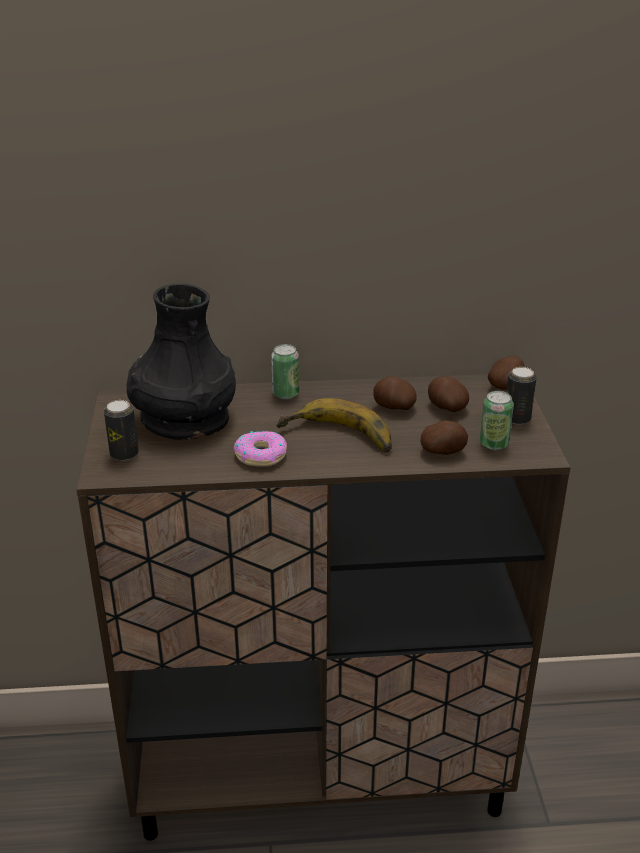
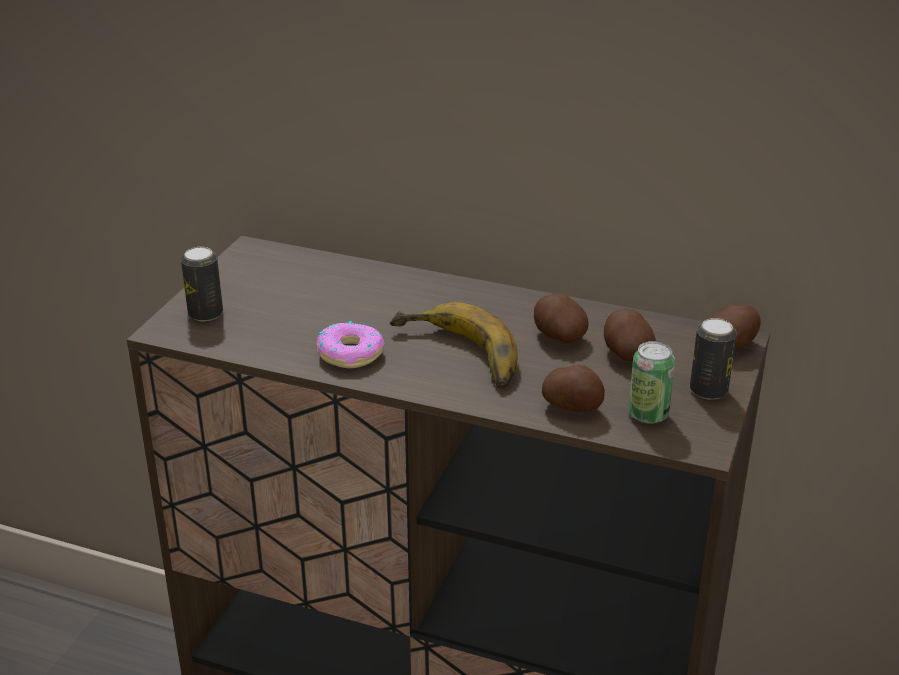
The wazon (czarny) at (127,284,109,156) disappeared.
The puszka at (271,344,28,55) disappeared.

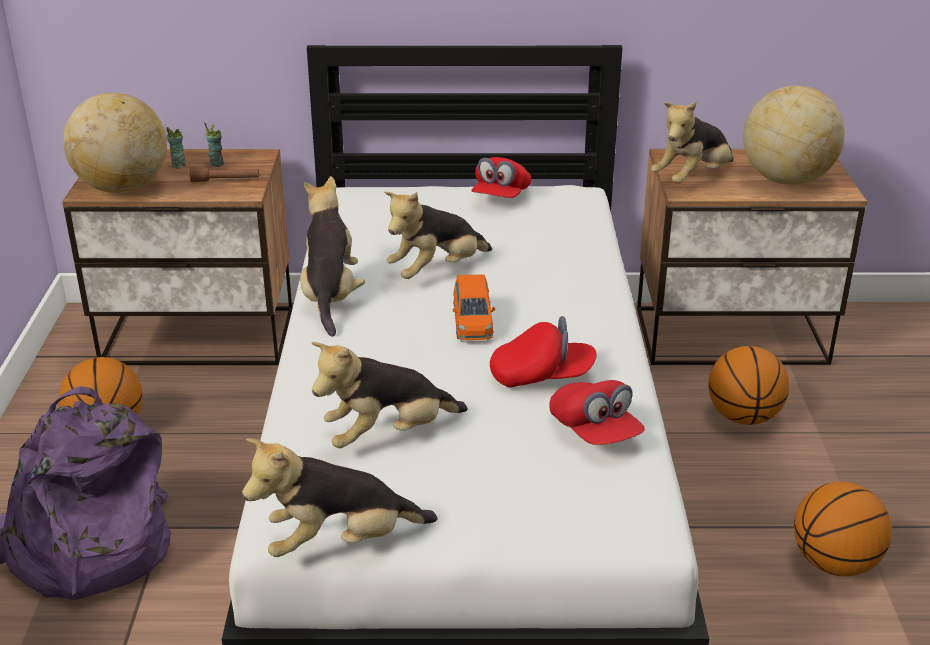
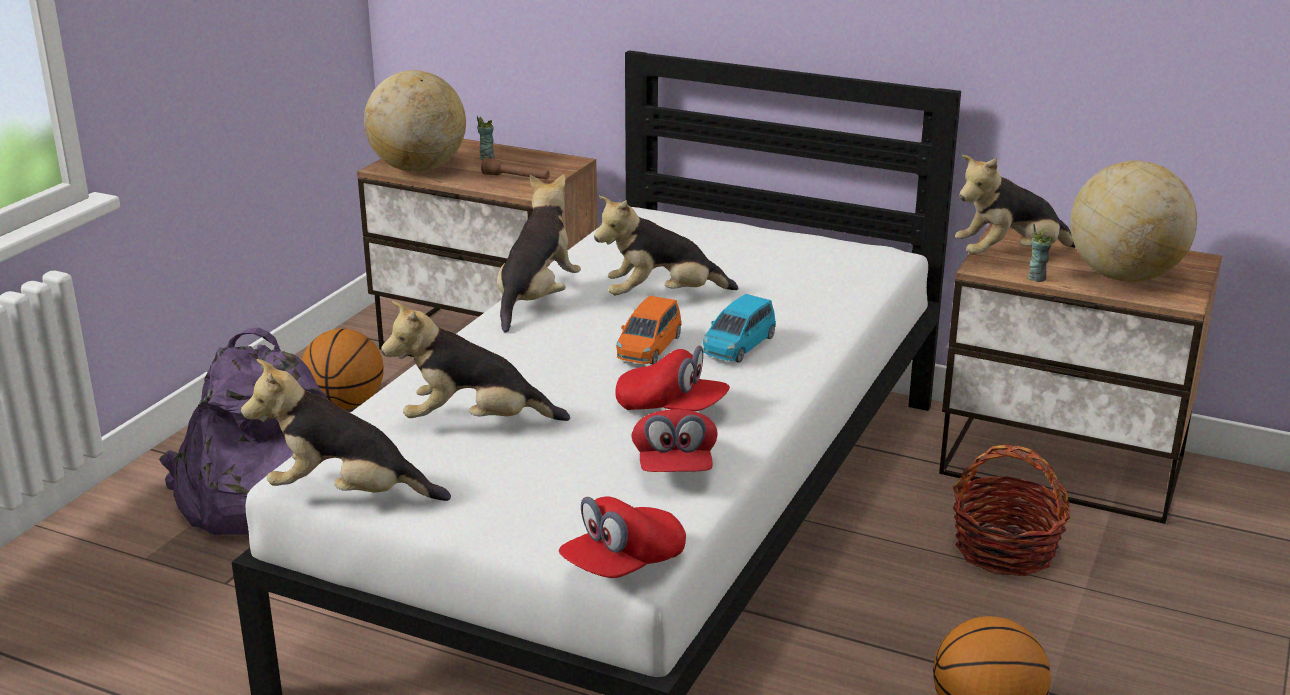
The czapka z daszkiem (czerwony) moved from (471,157,60,41) to (559,496,127,82).
The samochodzik (niebieski) at (703,294,73,69) appeared.
The piłka do koszykówki at (708,346,81,79) was replaced by the koszyk at (953,445,117,131).
The filiżanka moved from (204,122,20,45) to (1027,224,25,58).

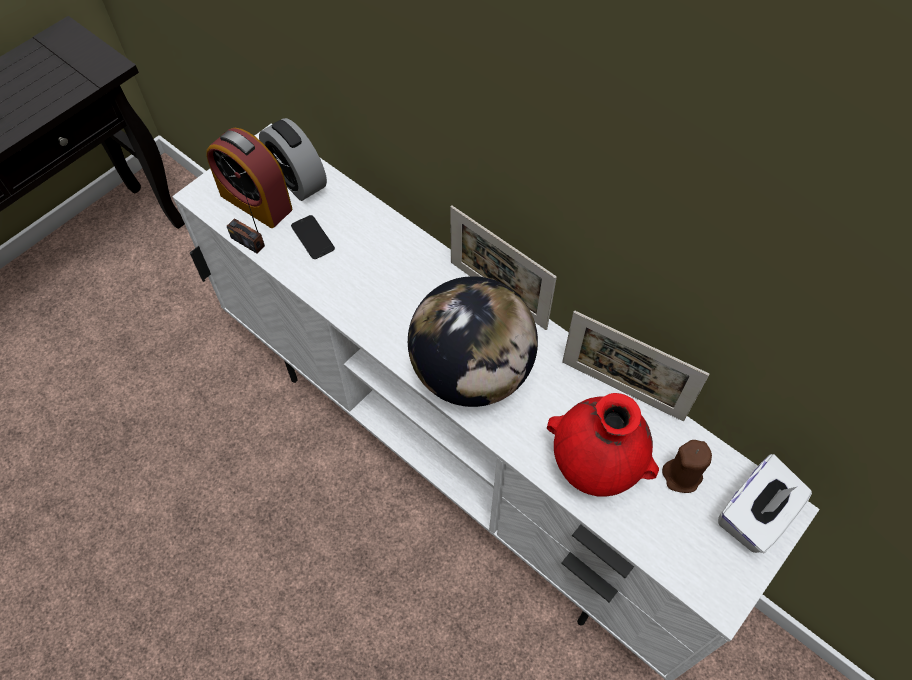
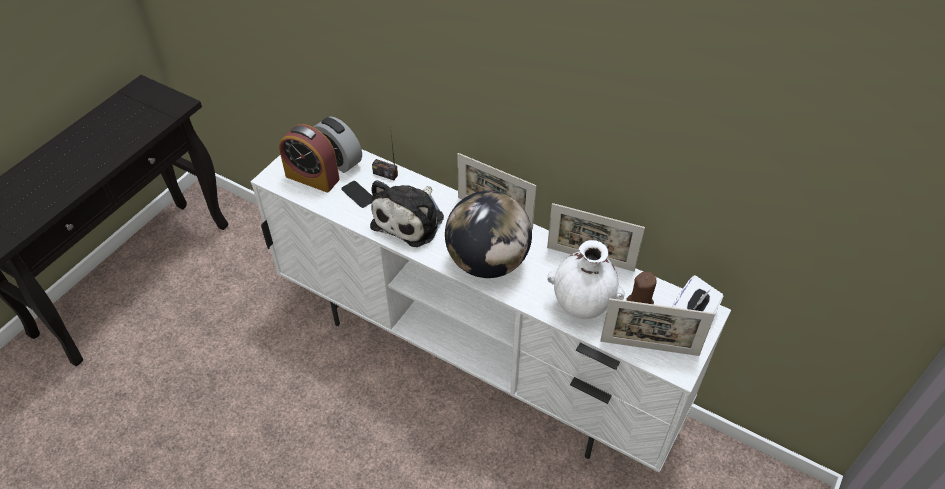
The pluszak at (370,180,74,67) appeared.
The radio moved from (227,182,38,71) to (372,126,26,54).
The wazon (czerwony) at (547,393,112,104) became the wazon (biały) at (547,240,78,79).
The ramka na zdjęcie at (600,298,115,58) appeared.

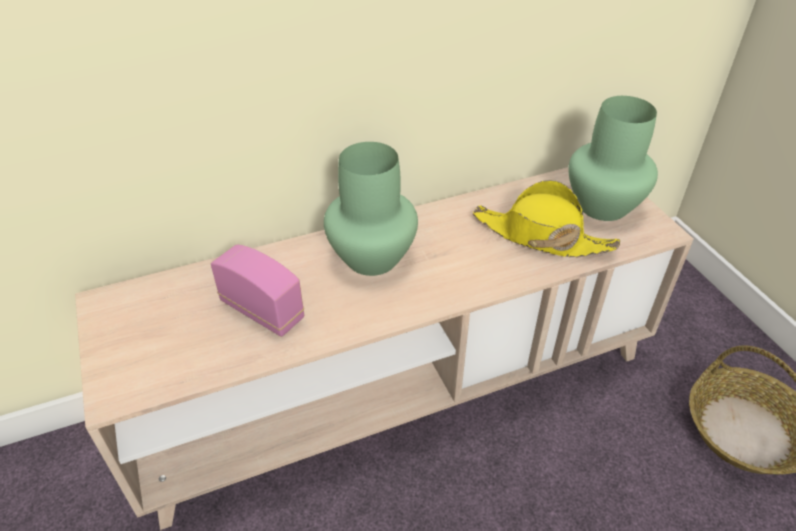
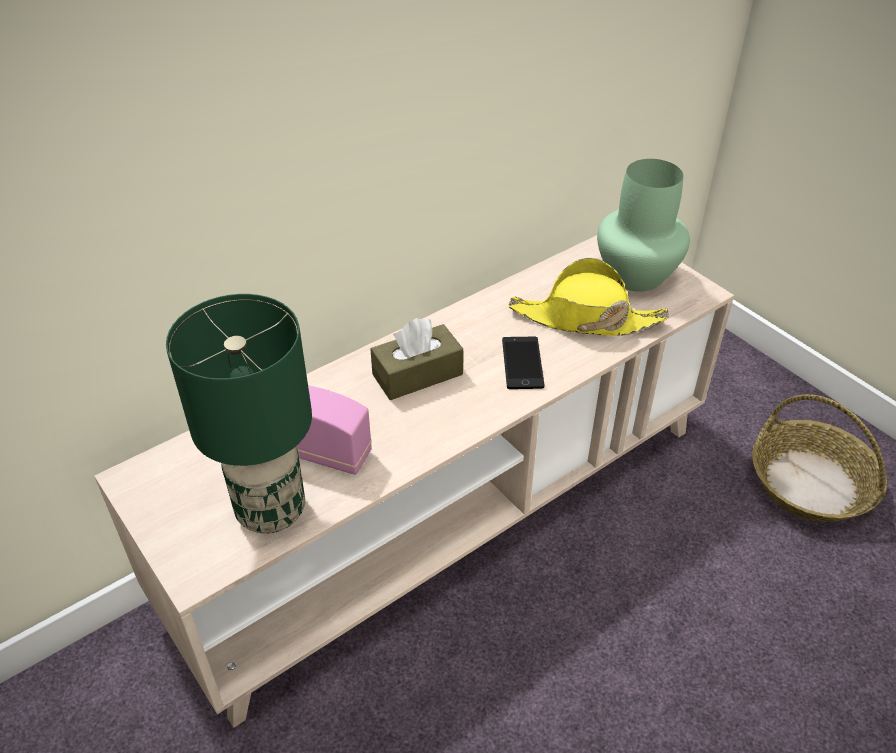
The lampa stołowa (zielony) at (166,294,146,240) appeared.
The wazon (zielony) at (324,142,94,134) was replaced by the pudełko chusteczek (brązowy) at (370,318,93,82).
The telefon at (502,337,42,52) appeared.

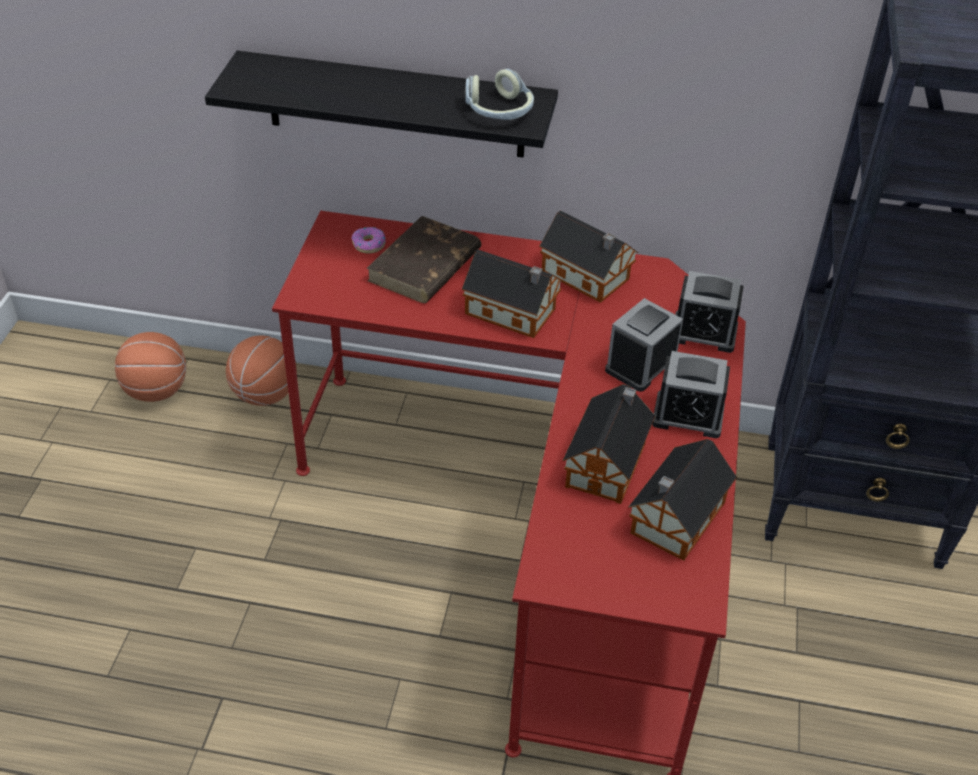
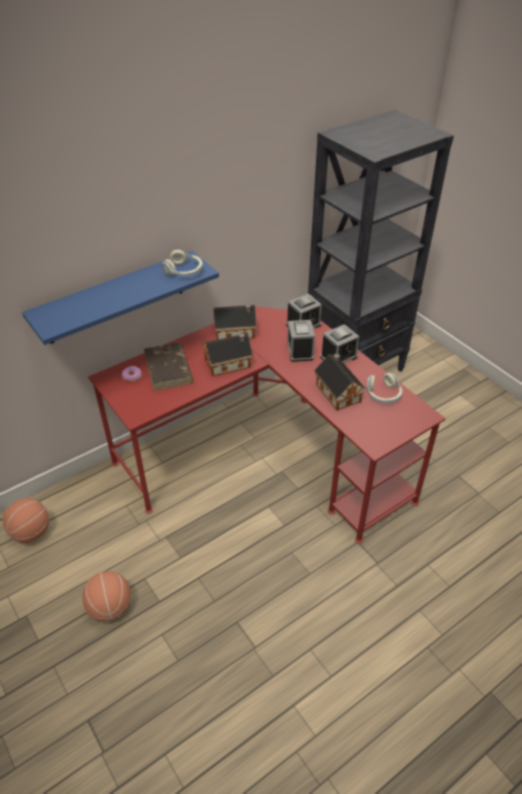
The półka (czarny) at (205,51,353,106) became the półka (niebieski) at (22,251,197,94).
The piłka do koszykówki moved from (226,335,71,71) to (82,571,49,51).
The domek at (628,439,109,122) was replaced by the słuchawki at (366,372,37,31).

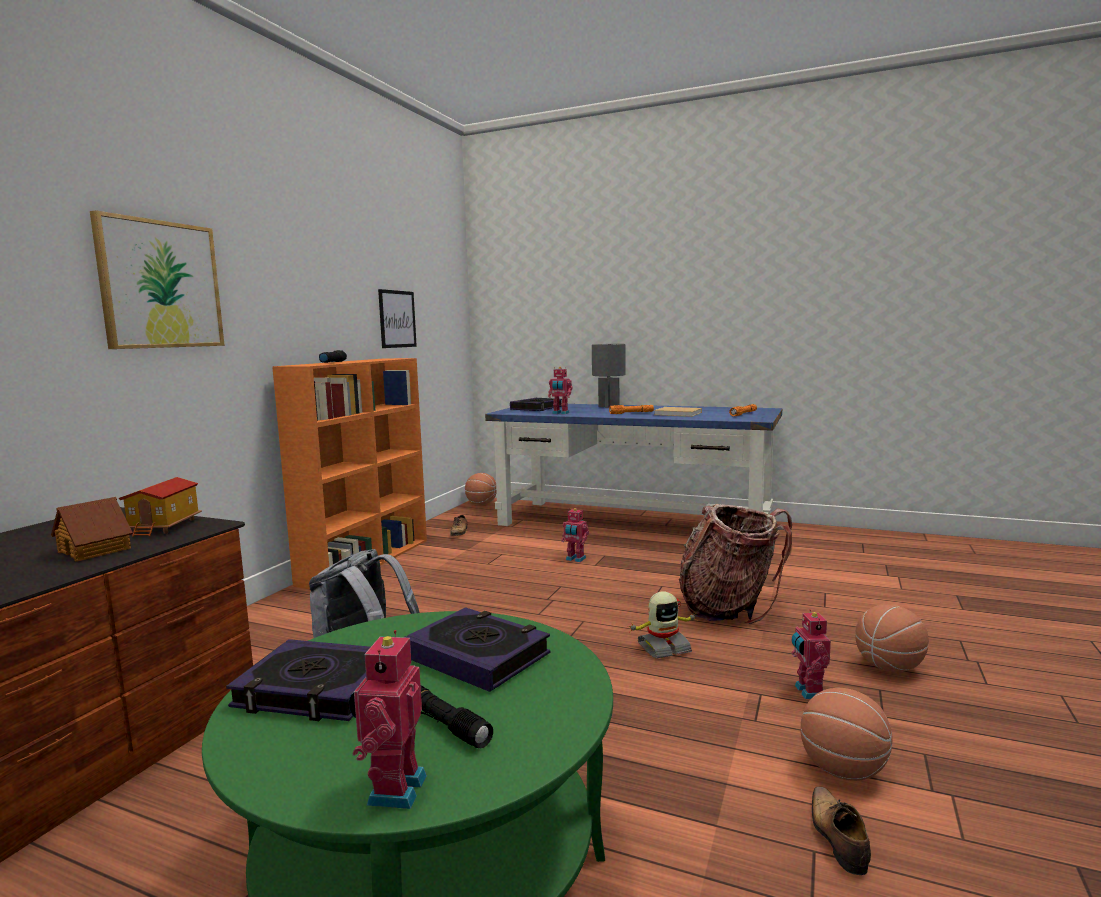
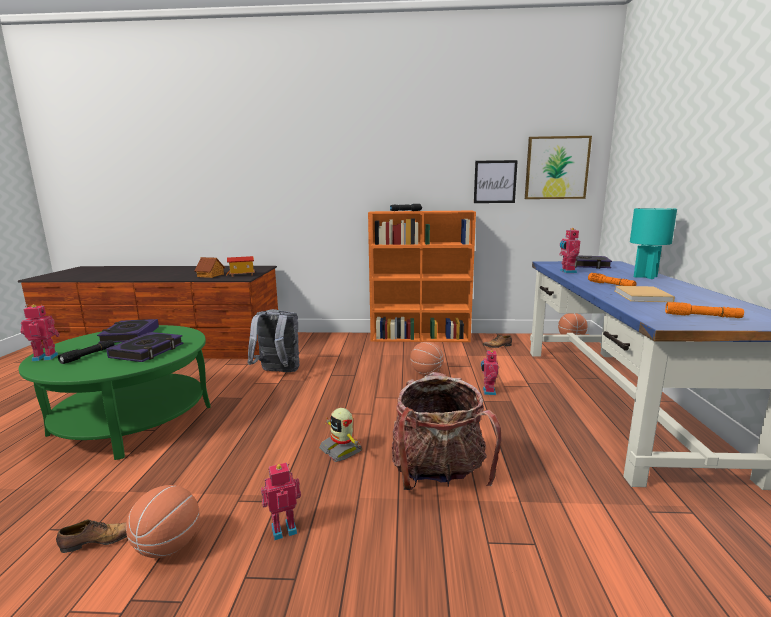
The piłka do koszykówki moved from (855,604,74,68) to (410,342,34,33).
The obraz moved from (90,210,135,139) to (525,136,67,63).
The lampa stołowa (szary) at (592,344,33,64) became the lampa stołowa (turkusowy) at (630,208,47,71).

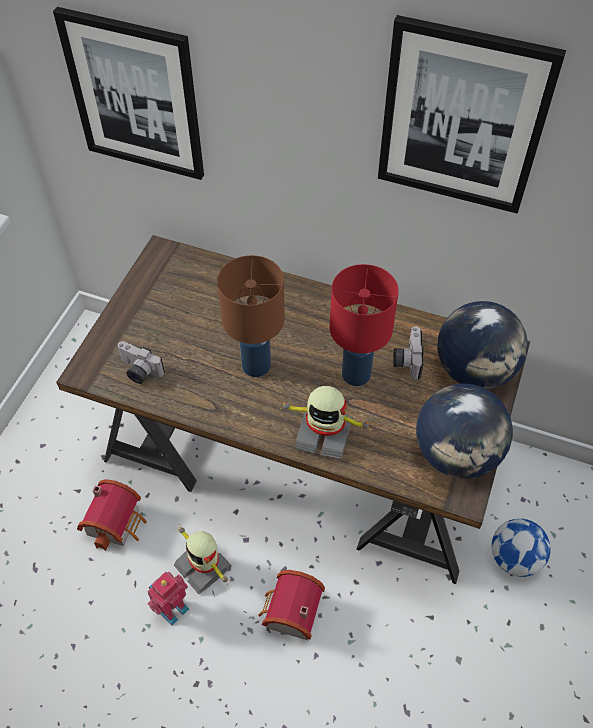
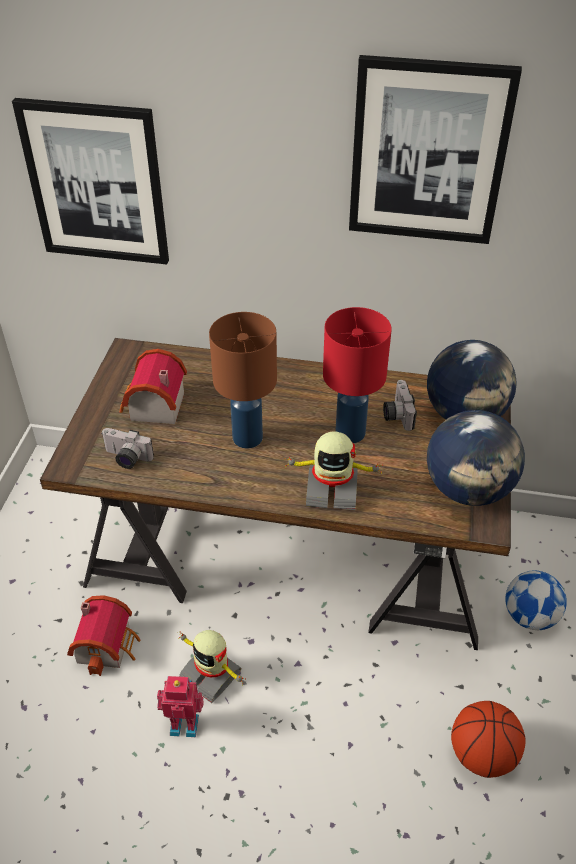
The domek moved from (258,570,67,70) to (120,349,67,75).
The robot zabawkowy at (147,572,42,54) turned 60 degrees clockwise.
The piłka do koszykówki at (451,701,75,77) appeared.

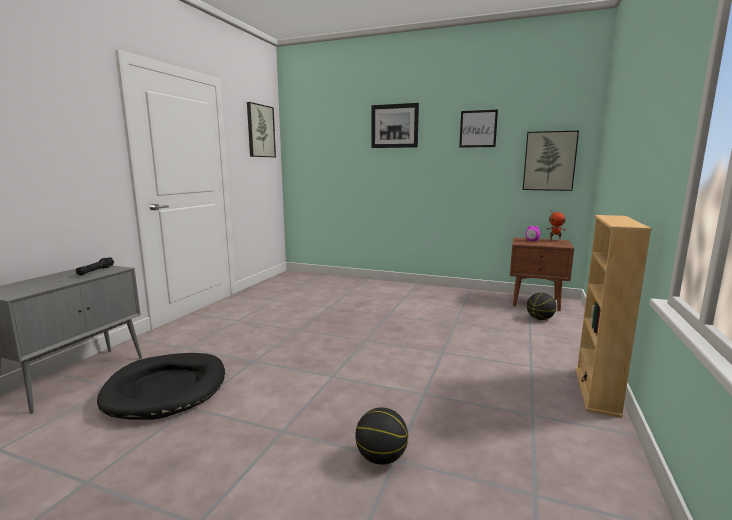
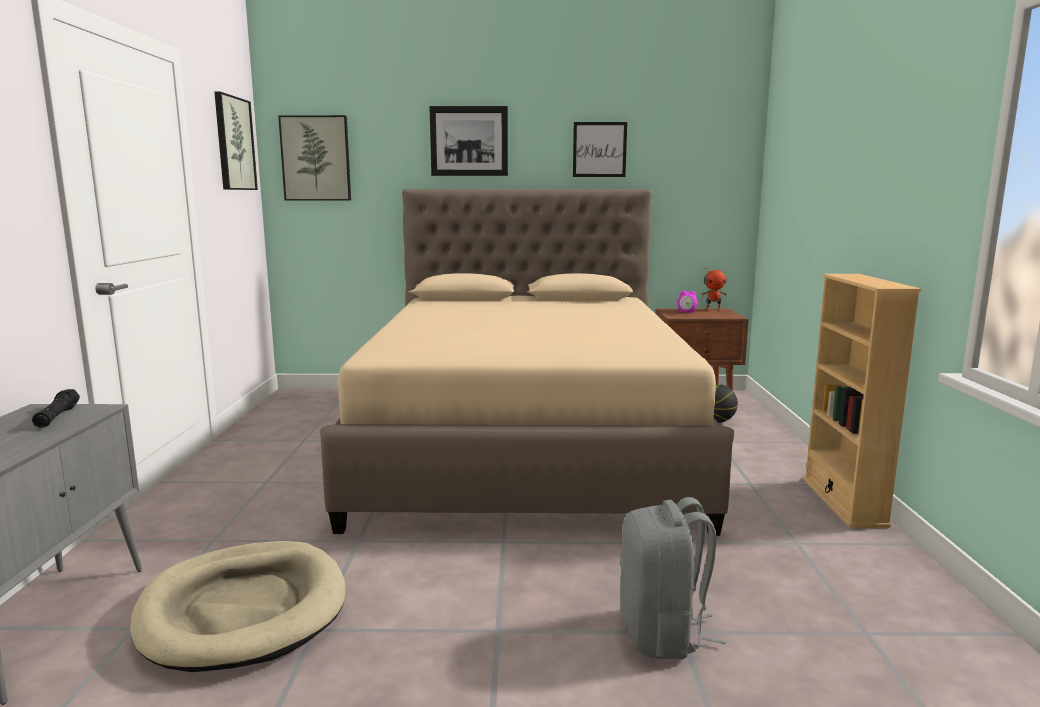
The legowisko (czarny) at (97,353,128,67) became the legowisko (beżowy) at (130,541,216,131).
The obraz moved from (523,130,56,61) to (278,115,73,86).
The łóżko (beżowy) at (320,189,414,347) appeared.
The piłka do koszykówki at (355,407,53,58) was replaced by the plecak (szary) at (620,497,105,162).

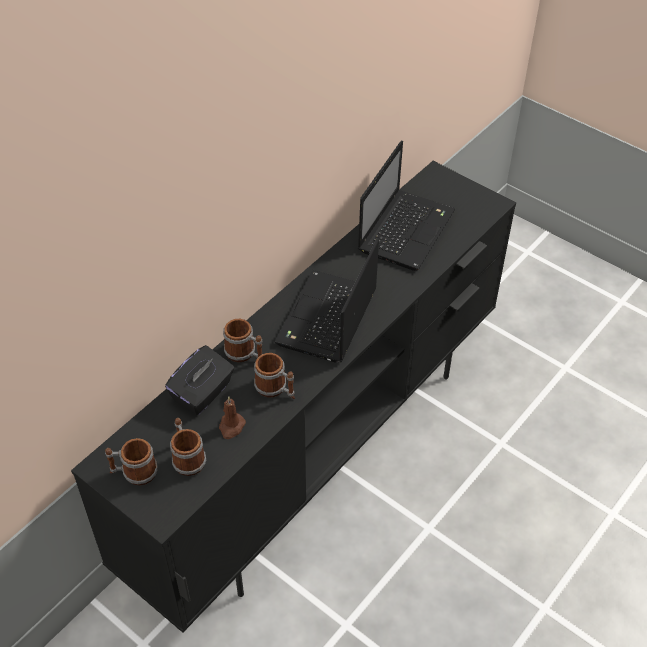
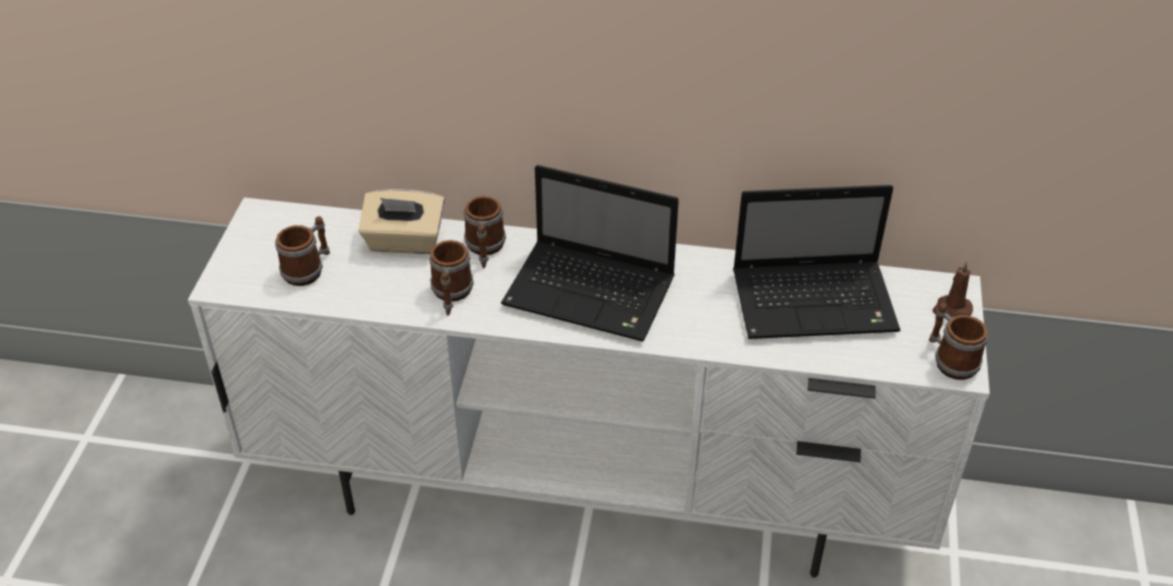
The szafka pod telewizor (czarny) at (71,161,445,472) became the szafka pod telewizor (biały) at (188,197,802,381).
The pudełko chusteczek (czarny) at (165,345,69,70) became the pudełko chusteczek (beżowy) at (358,189,87,65).
The laptop at (274,238,105,125) turned 150 degrees counterclockwise.
The kubek moved from (105,438,53,48) to (929,303,60,77).
The świeca (brązowy) moved from (219,396,27,43) to (932,261,41,56).

